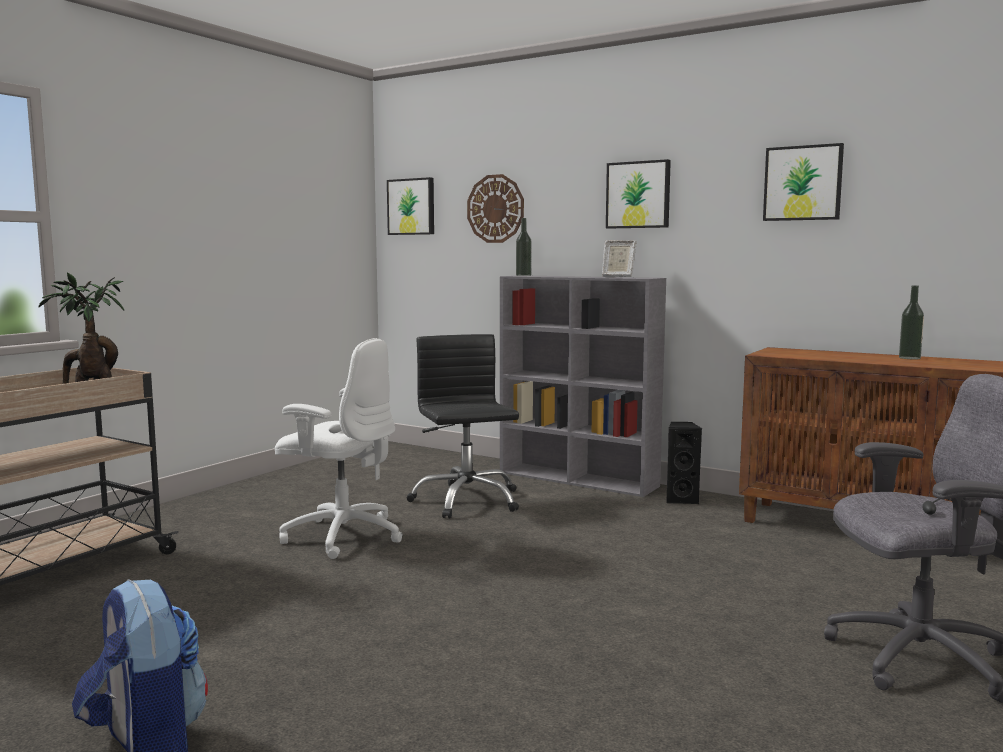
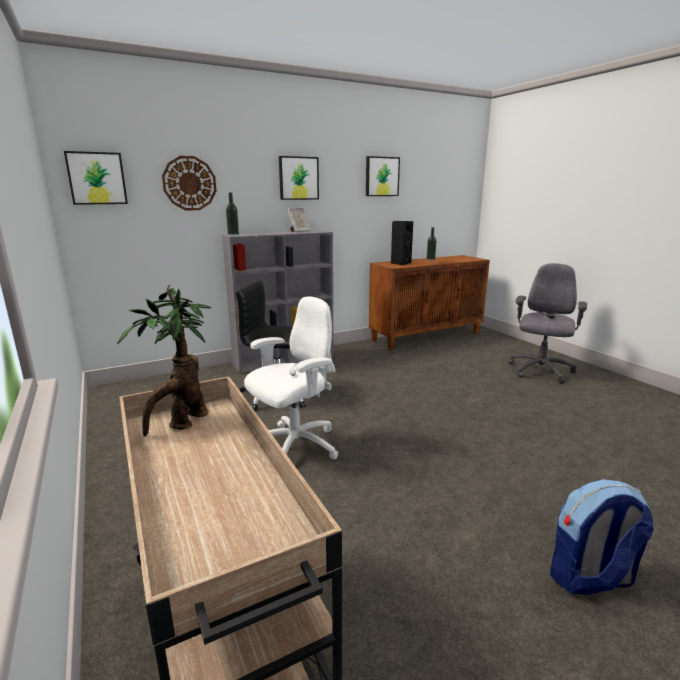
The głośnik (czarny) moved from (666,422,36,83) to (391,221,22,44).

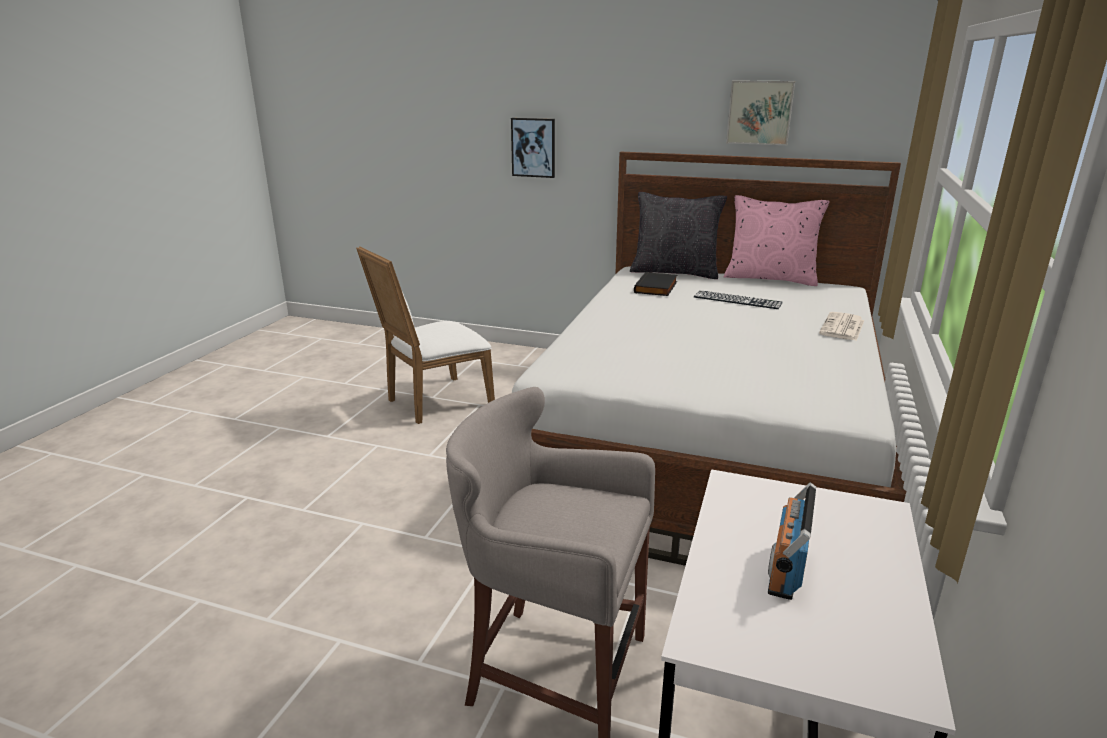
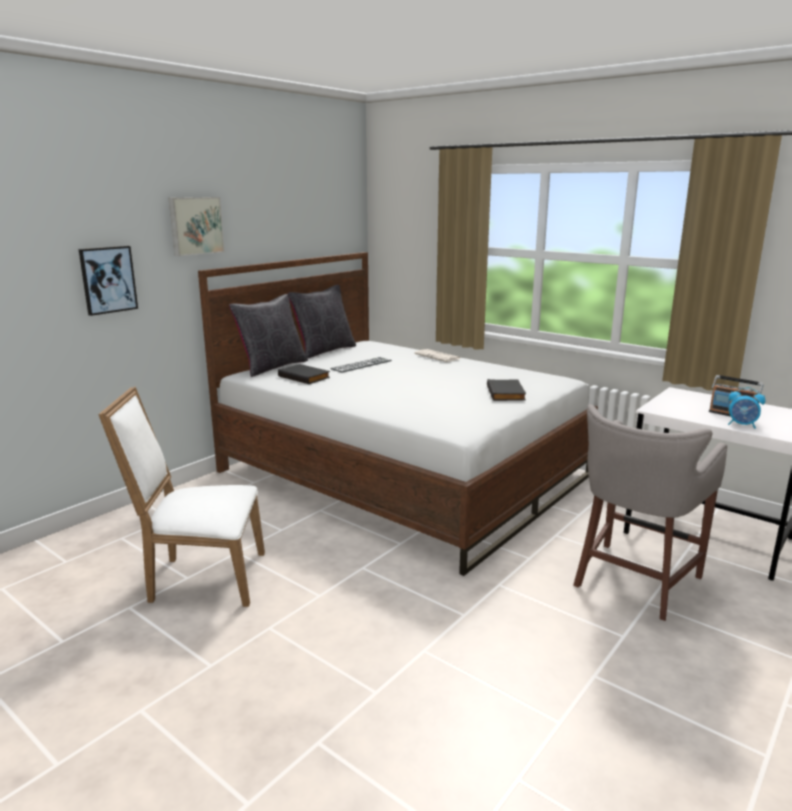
The krzesło (biały) at (356,246,139,178) turned 105 degrees clockwise.
The obraz moved from (726,80,69,65) to (169,197,56,59).
The poduszka (różowy) at (724,195,106,91) became the poduszka (czarny) at (288,285,68,74).
The książka (czarny) at (487,379,39,22) appeared.
The budzik at (728,387,37,42) appeared.

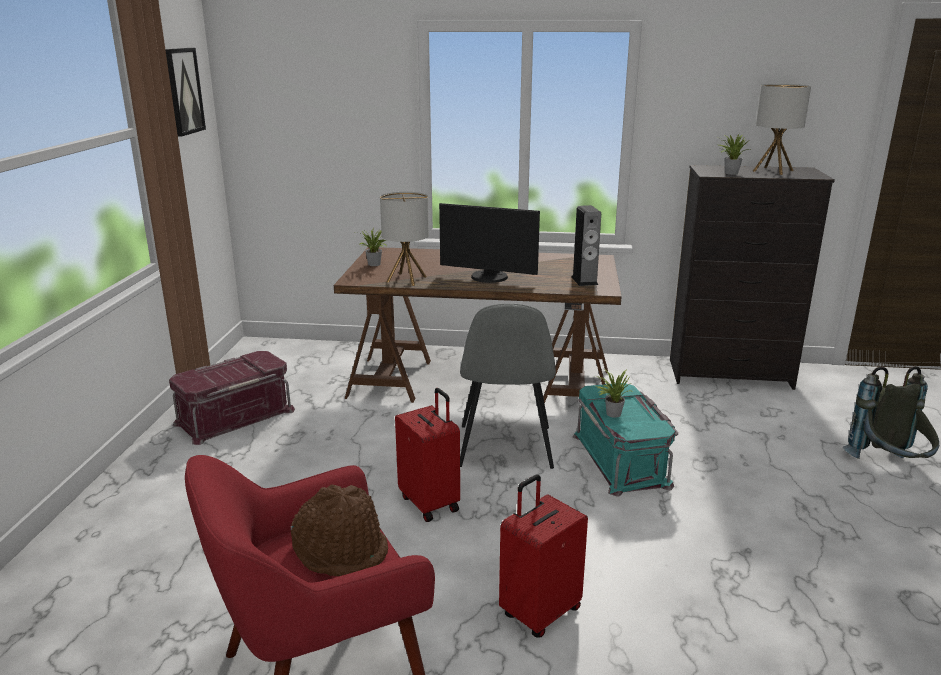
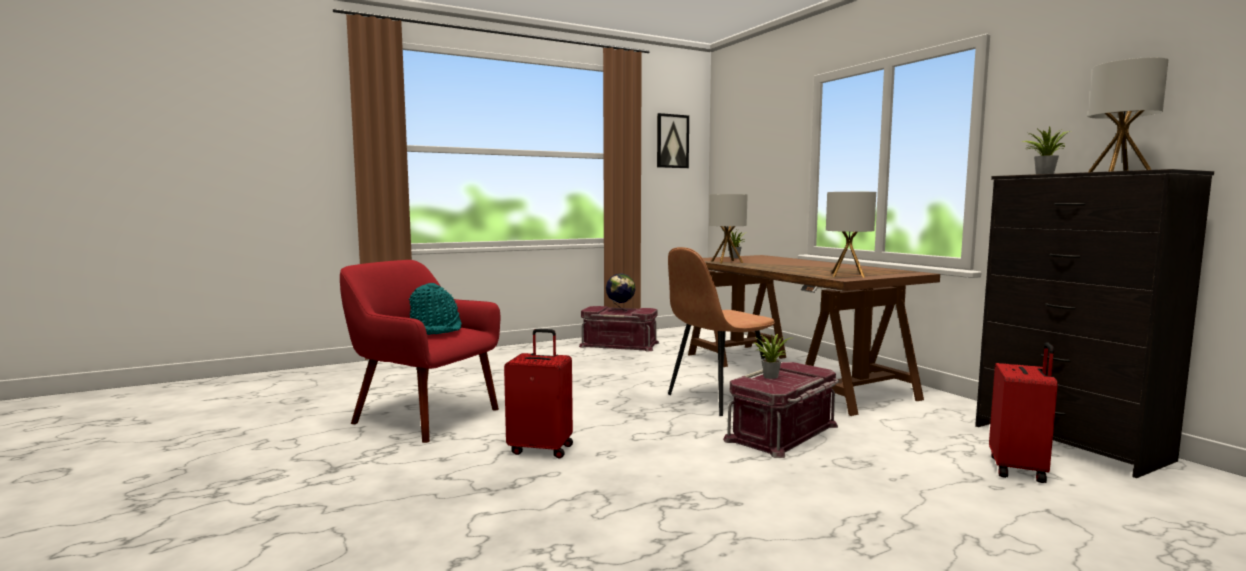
The kapelusz (brązowy) at (290,484,98,92) became the kapelusz (turkusowy) at (409,283,53,52).
The globus at (606,273,29,39) appeared.
The krzesło (szary) at (460,304,96,165) became the krzesło (brązowy) at (668,247,107,169).
The pojemnik do przechowywania (turkusowy) at (573,383,105,114) became the pojemnik do przechowywania (czerwony) at (723,362,116,96).
The głośnik at (572,205,29,81) was replaced by the lampa stołowa at (826,192,50,86).
The walizka (czerwony) moved from (395,388,65,134) to (989,342,69,141).
The monitor at (439,203,101,80) disappeared.
The plecak (szary) at (843,366,96,93) disappeared.

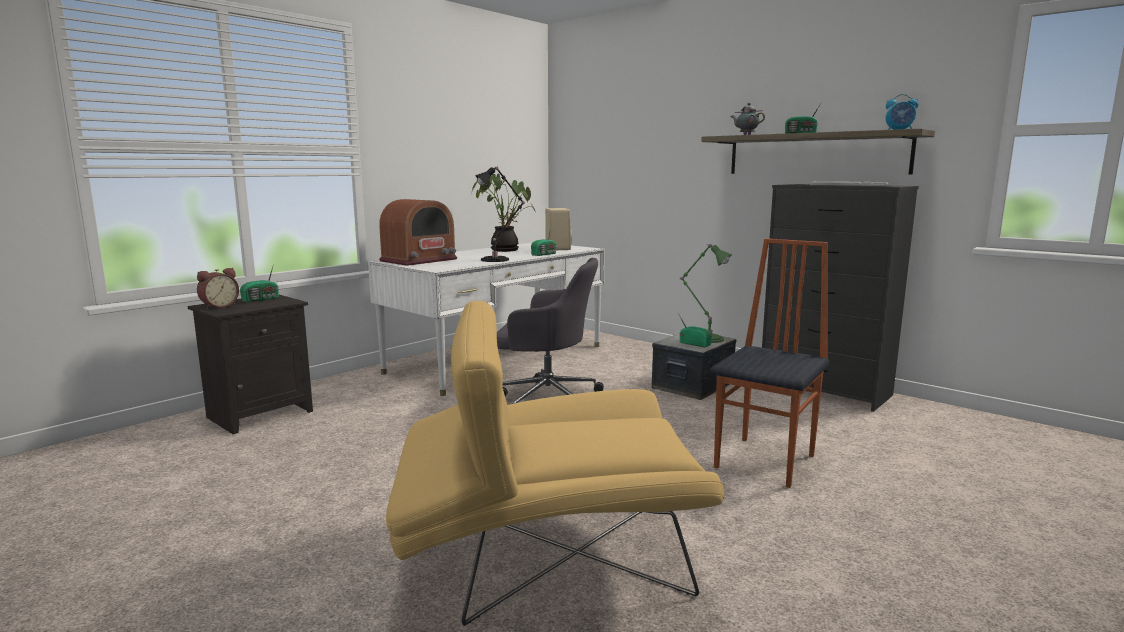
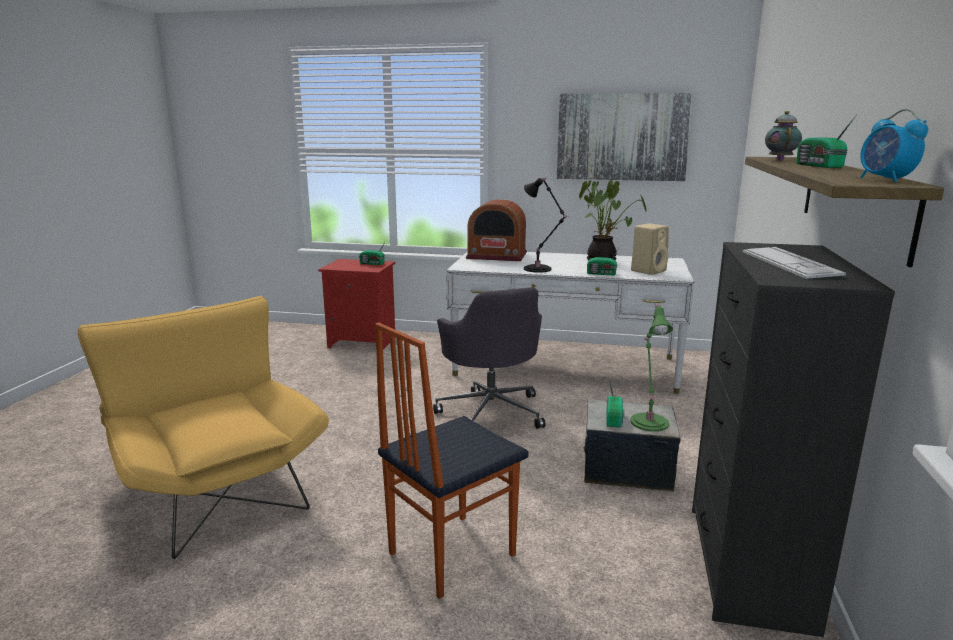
The szafka nocna (czarny) at (188,295,125,139) became the szafka nocna (czerwony) at (318,259,77,90).
The krzesło at (711,238,118,250) turned 135 degrees clockwise.
The obraz at (557,93,137,88) appeared.
The budzik at (197,268,42,41) disappeared.

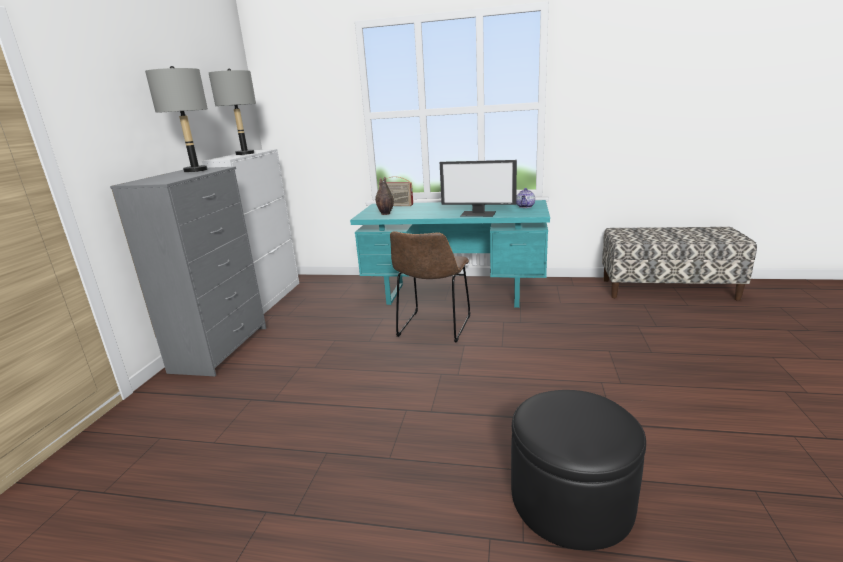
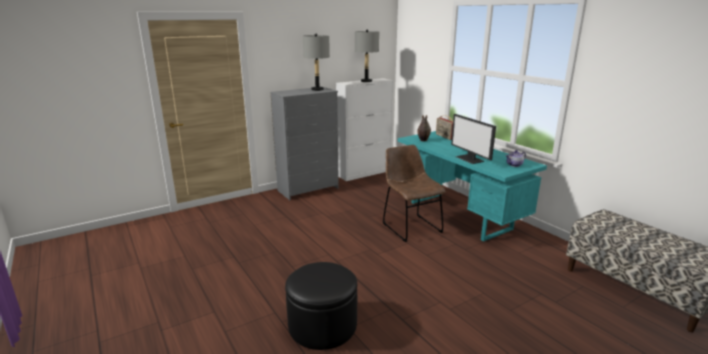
The krzesło (brązowy) at (390,231,80,111) turned 90 degrees clockwise.

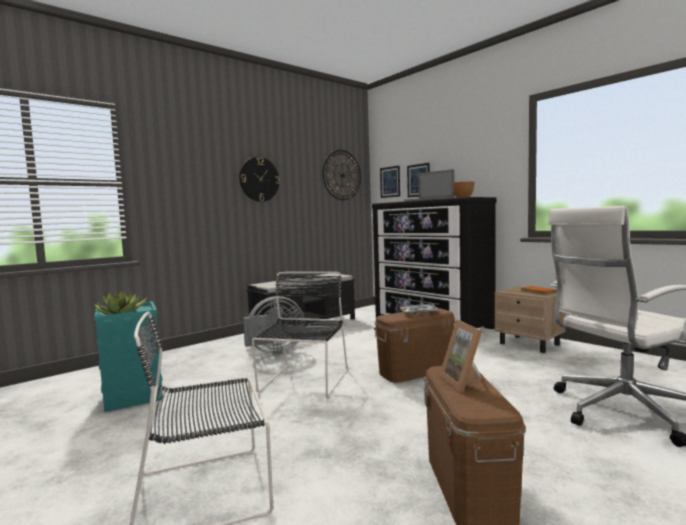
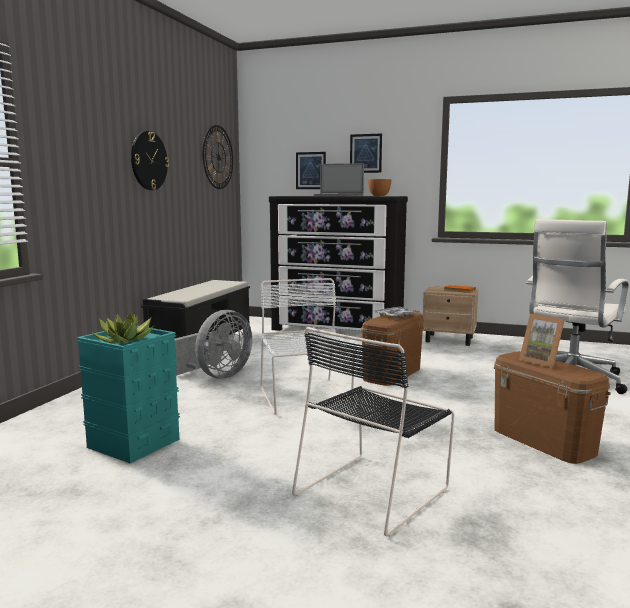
The krzesło (czarny) at (252,272,96,126) became the krzesło (biały) at (260,278,95,137).
The obraz moved from (380,166,20,32) to (350,133,32,40).

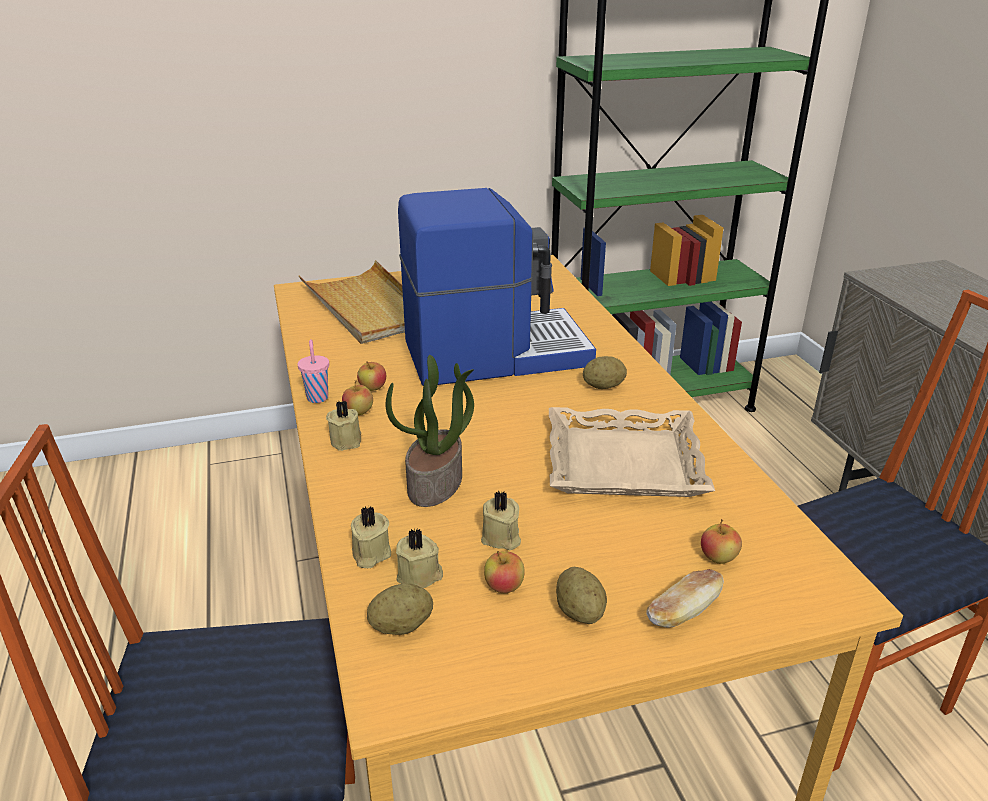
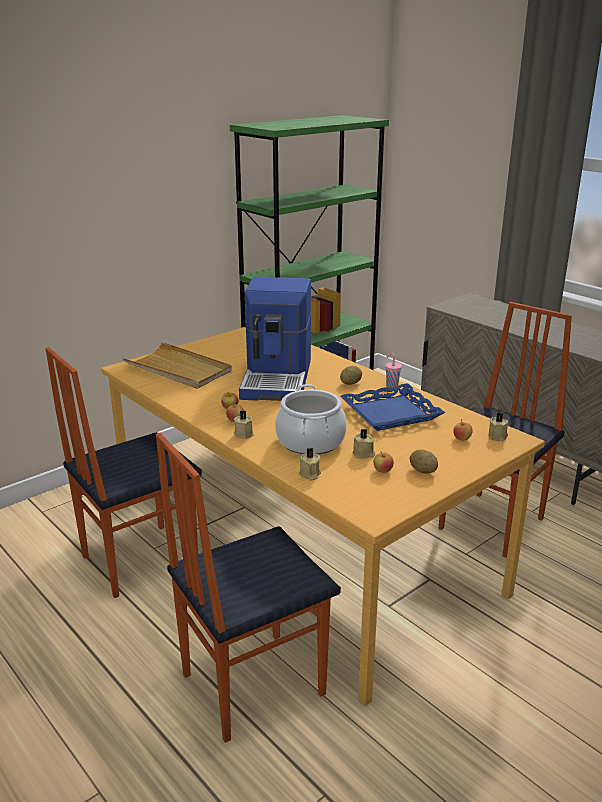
The krzesło at (45,347,157,251) appeared.
The ekspres do kawy at (398,188,198,198) turned 135 degrees clockwise.
The roślina doniczkowa at (385,355,89,152) was replaced by the garnek at (275,384,72,71).
The taca (beżowy) at (549,407,166,90) became the taca (niebieski) at (340,383,106,48).
The filiżanka (różowy) moved from (297,340,32,63) to (385,353,17,35).
The świeca (beżowy) moved from (396,529,47,59) to (488,413,20,29).
The ziemniak at (367,583,66,52) disappeared.
The chleb at (646,569,78,59) disappeared.

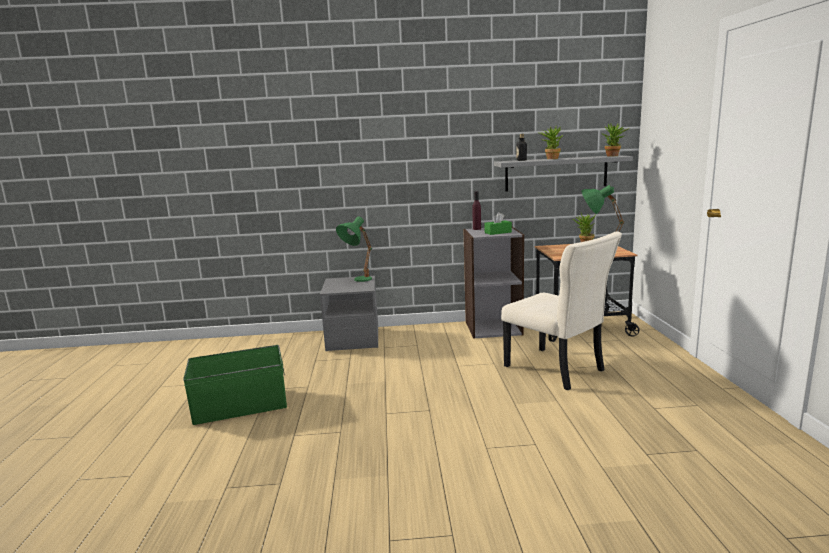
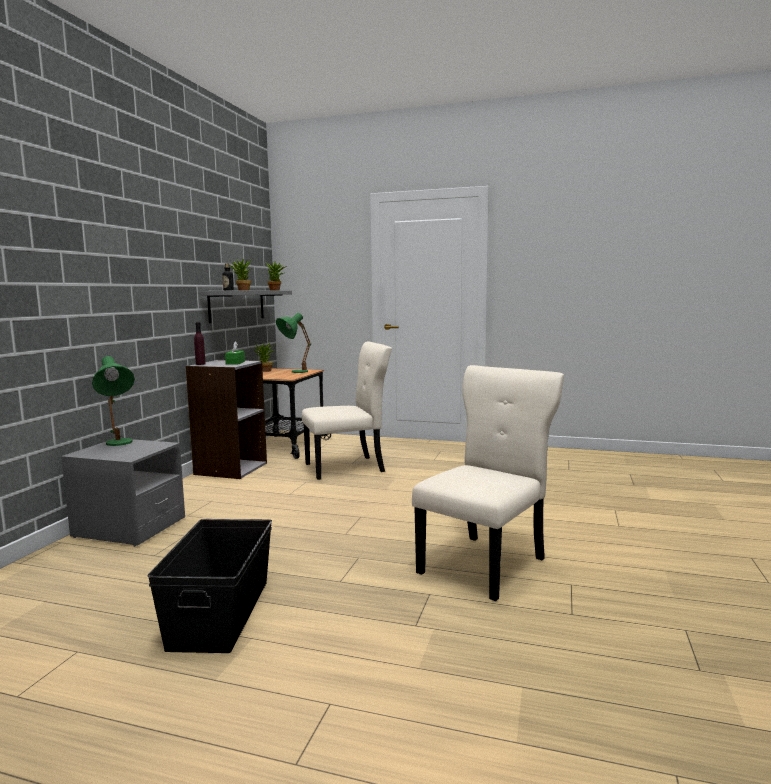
The pojemnik do przechowywania (zielony) at (183,345,104,80) became the pojemnik do przechowywania (czarny) at (148,519,124,134).
The krzesło (beżowy) at (412,365,152,236) appeared.

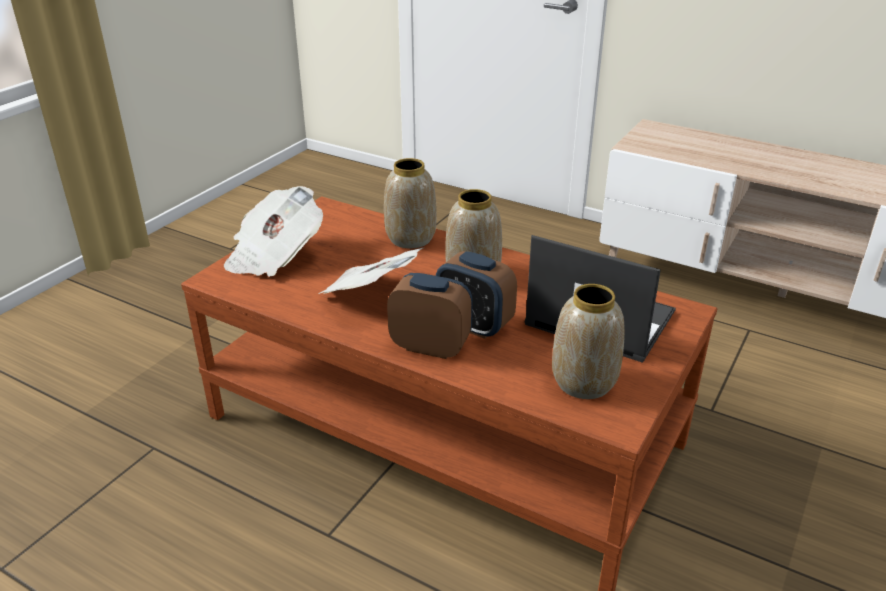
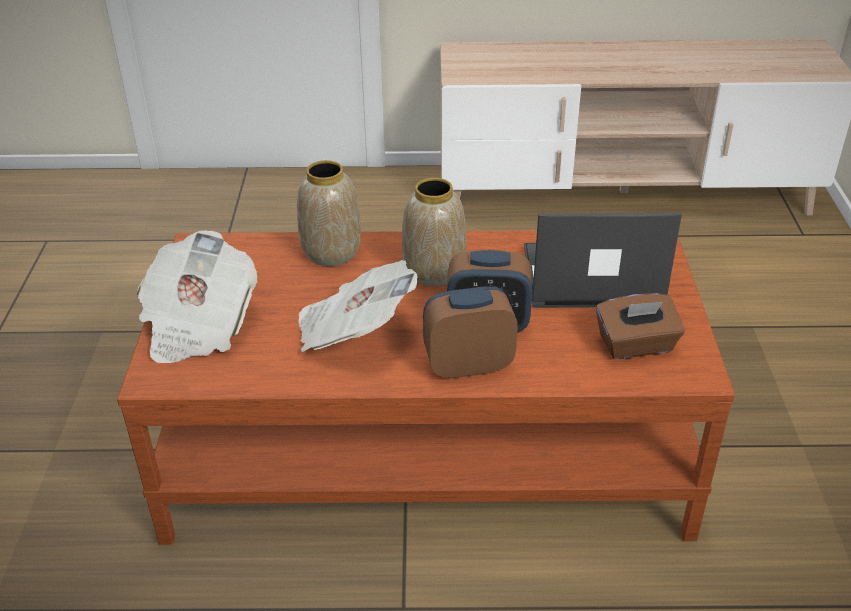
The wazon at (552,284,73,115) was replaced by the pudełko chusteczek (brązowy) at (596,293,89,66).

